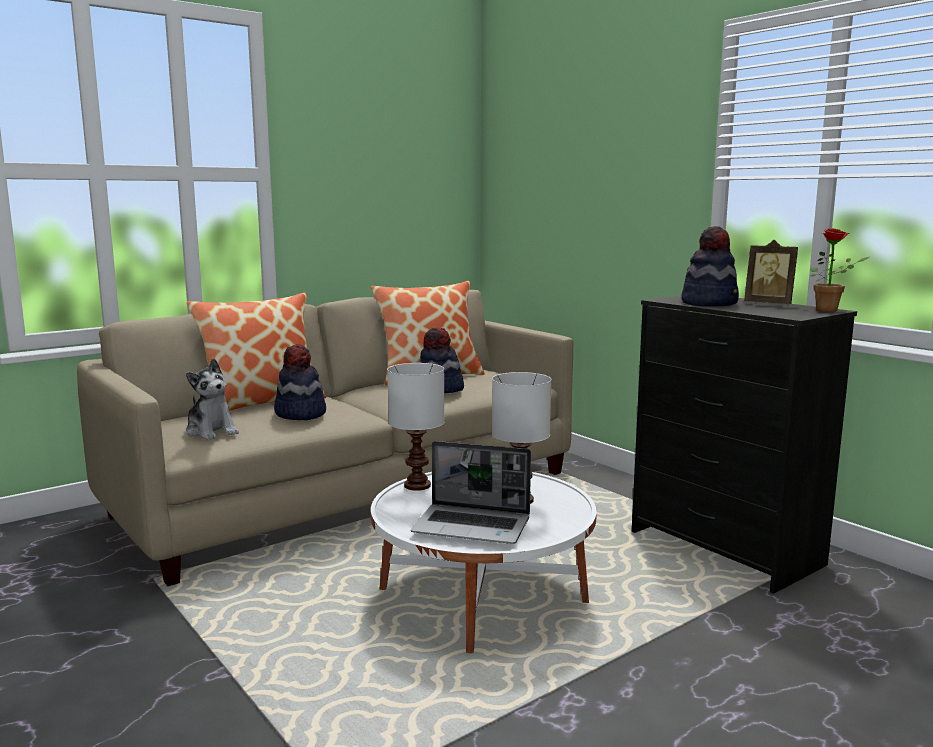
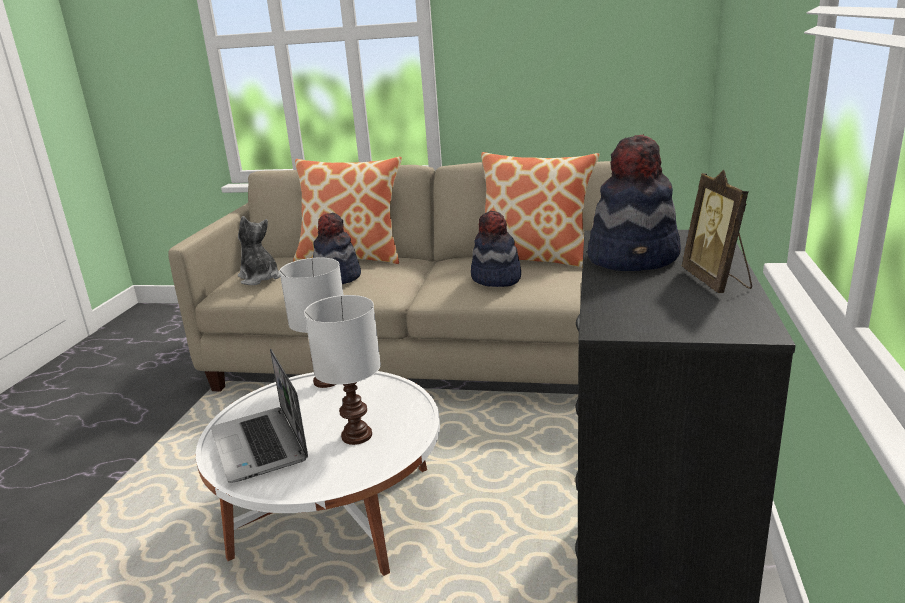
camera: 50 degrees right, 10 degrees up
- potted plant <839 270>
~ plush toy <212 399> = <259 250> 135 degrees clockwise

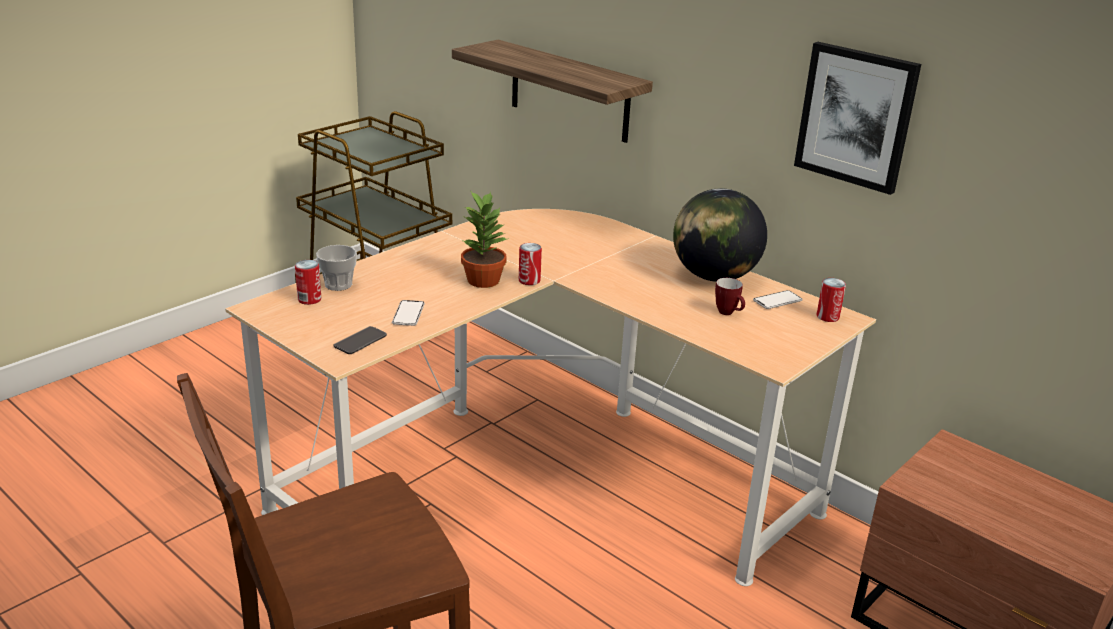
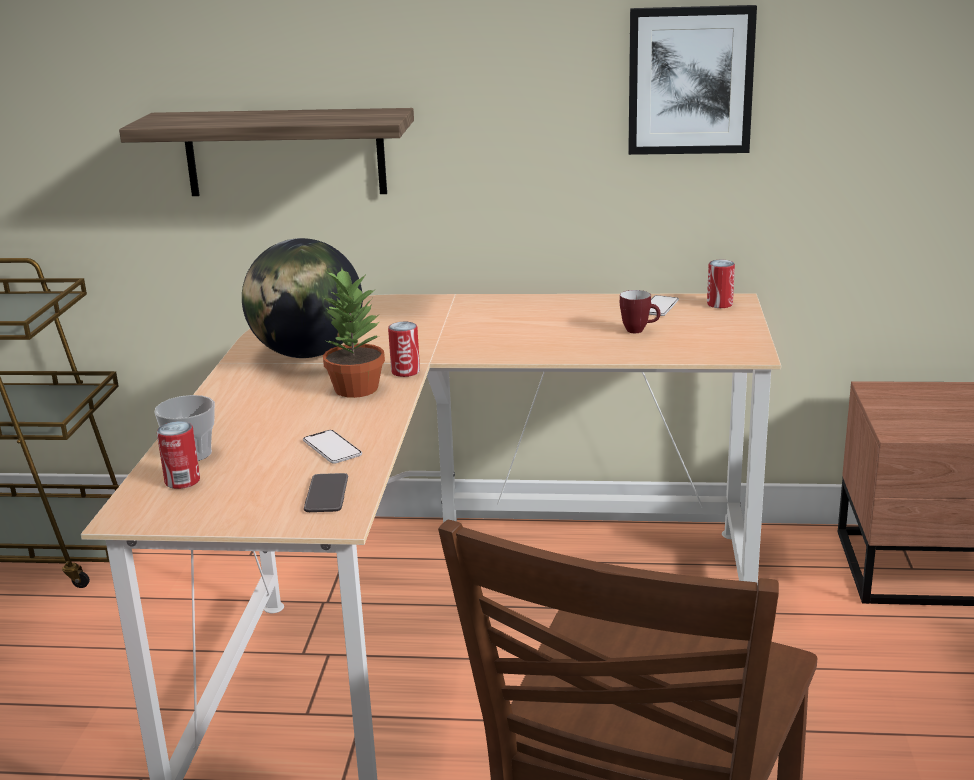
camera: 35 degrees left, 5 degrees down
~ globe <720 235> to <302 298>

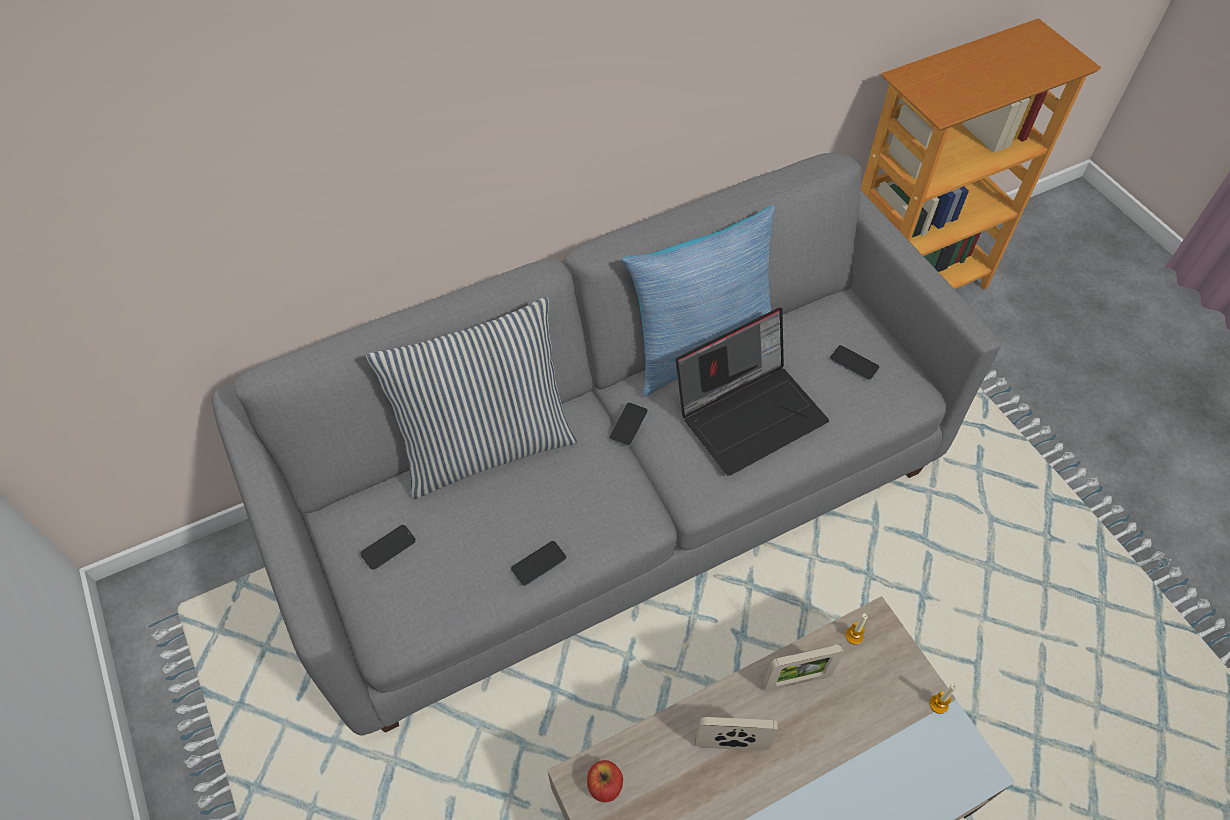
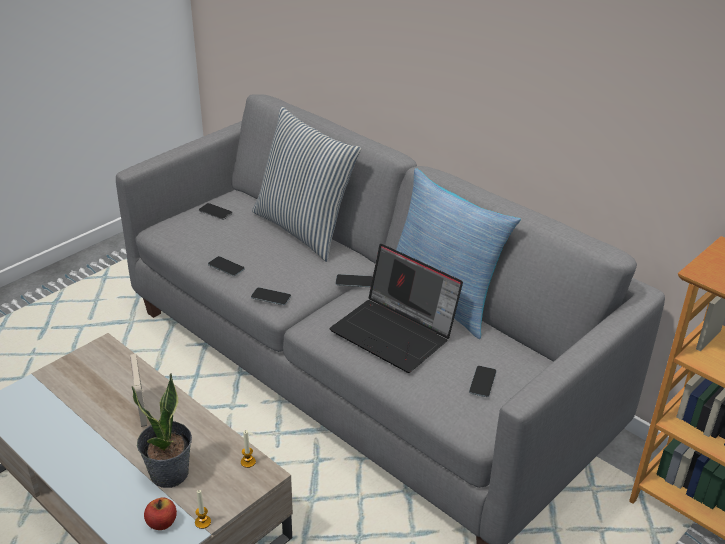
camera: 70 degrees right, 20 degrees down
- picture frame <803 667>
~ apple <605 781> to <160 513>
+ phone <271 296>
+ potted plant <162 430>

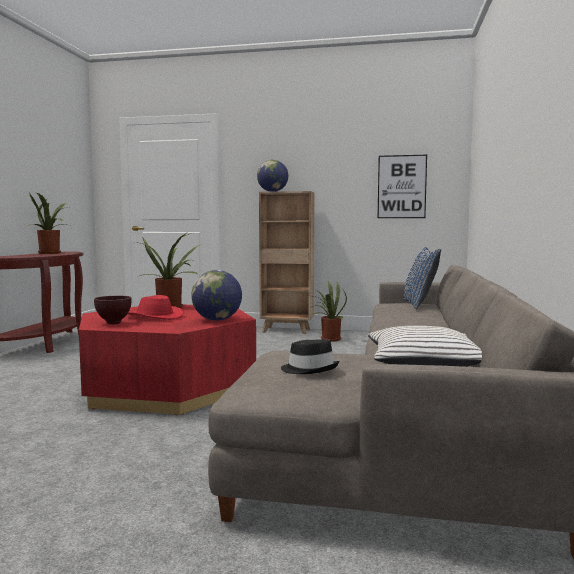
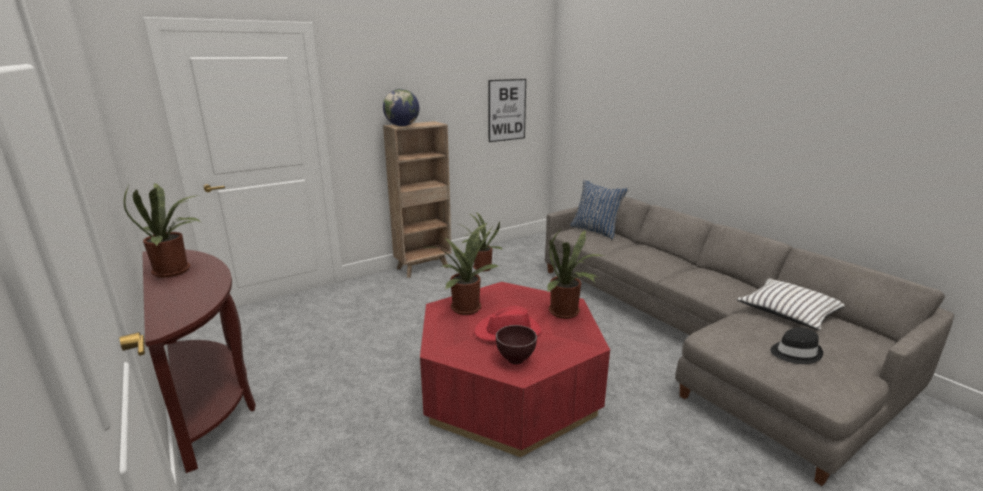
camera: 45 degrees left, 15 degrees up
~ globe <216 295> to potted plant <576 273>

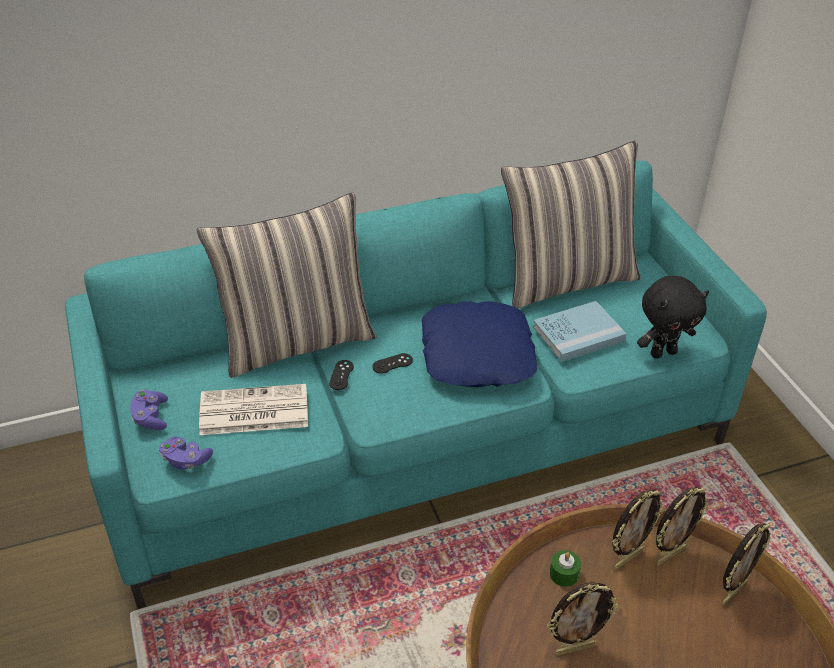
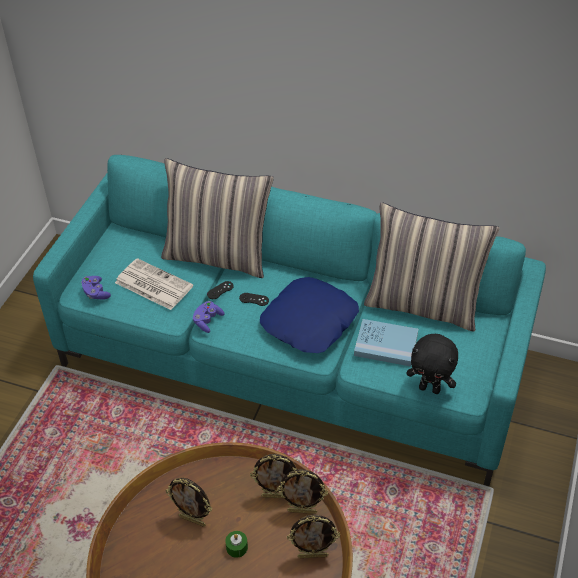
camera: 40 degrees right, 5 degrees up
~ game controller (purple) <149 409> to <208 317>
~ candle (green) <565 568> to <236 544>

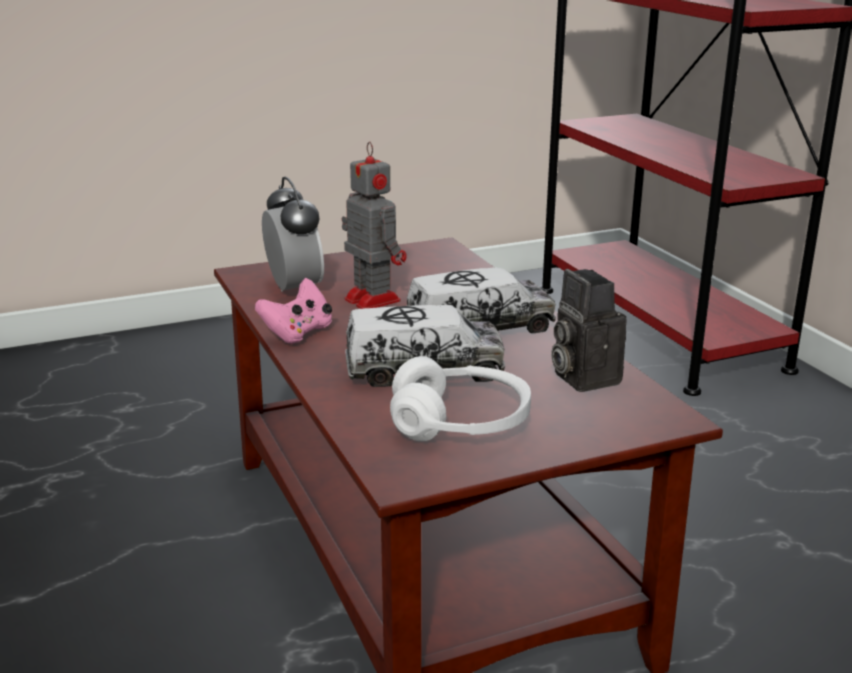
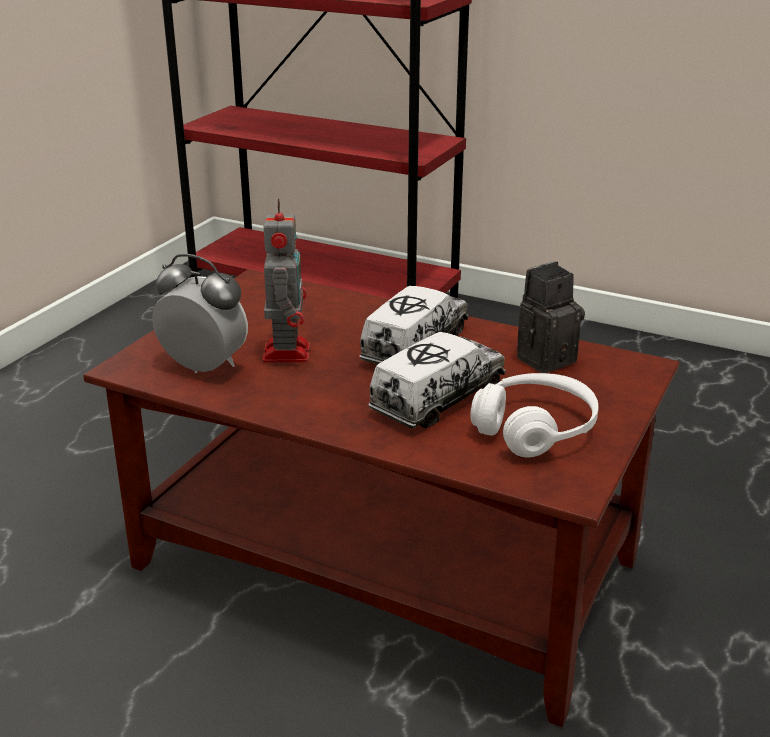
camera: 40 degrees left, 5 degrees up
~ toy robot <374 225> = <286 280> 75 degrees clockwise
~ photo camera <588 330> = <551 317> 120 degrees clockwise
- game controller (pink) <293 311>

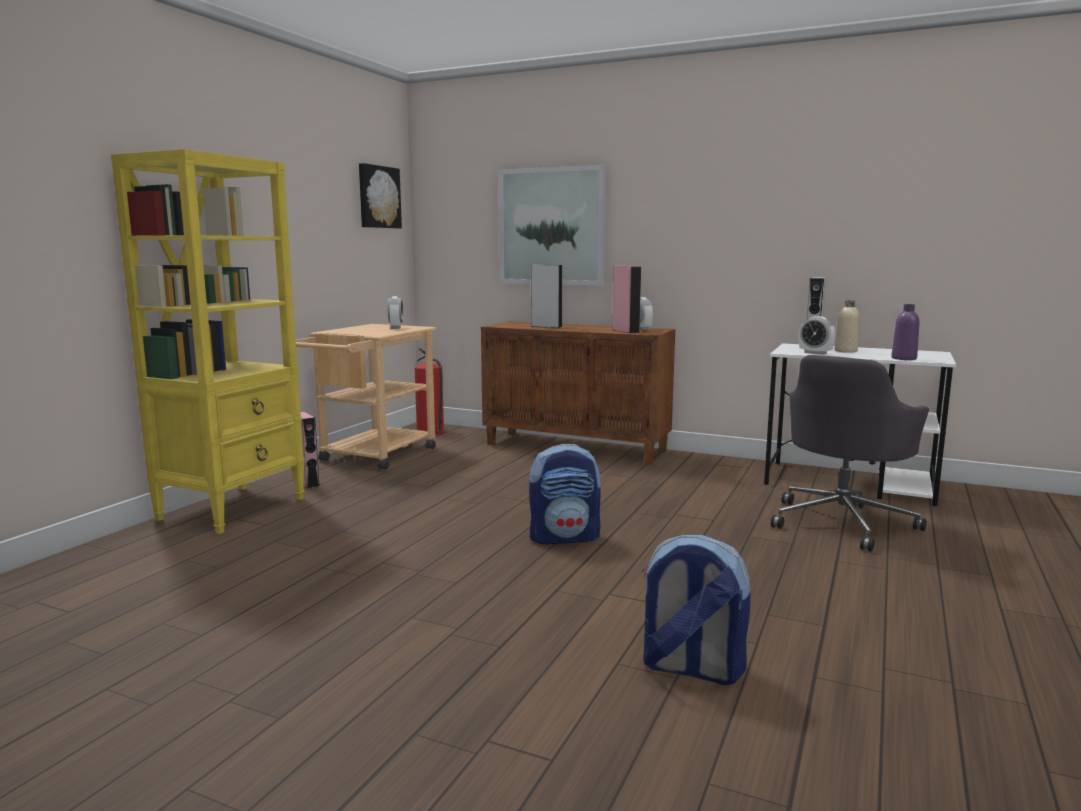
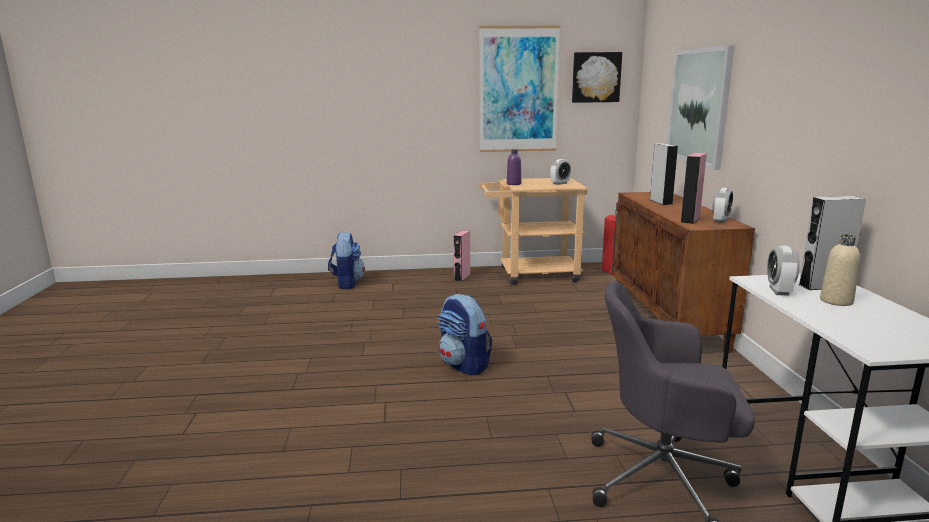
camera: 60 degrees right, 5 degrees up
- bookcase (yellow) <208 341>
~ bottle (purple) <905 332> to <514 167>
~ backpack <696 610> to <346 260>
+ picture <519 89>

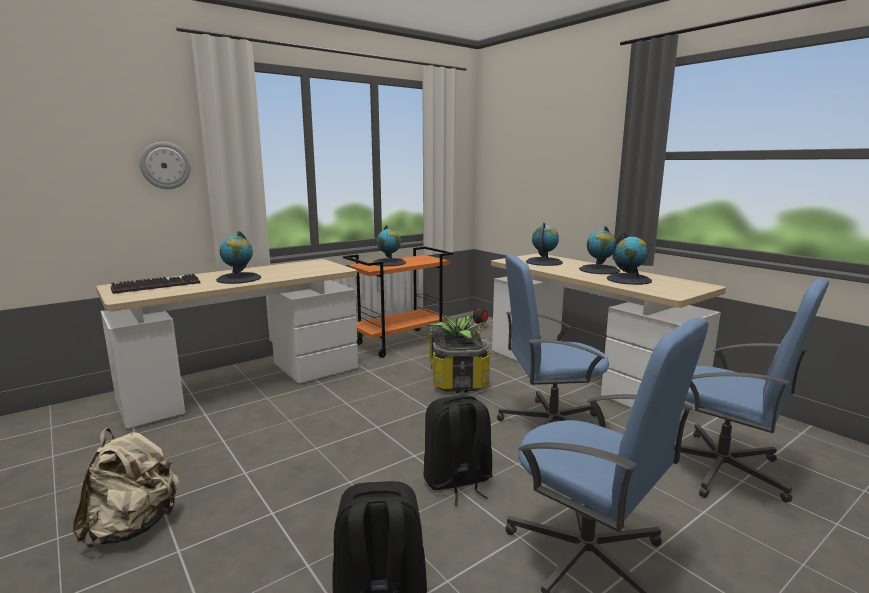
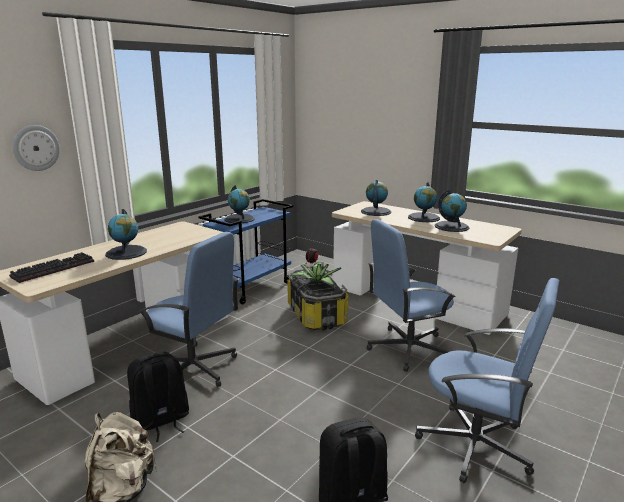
camera: 15 degrees left, 5 degrees up
~ cart (orange) <398 302> to cart (blue) <245 252>
~ office chair (blue) <751 390> to <189 309>
~ backpack (black) <458 450> to <158 397>

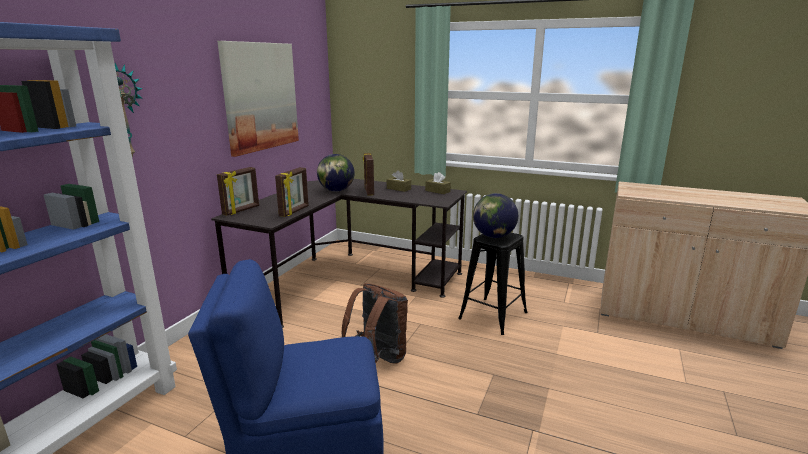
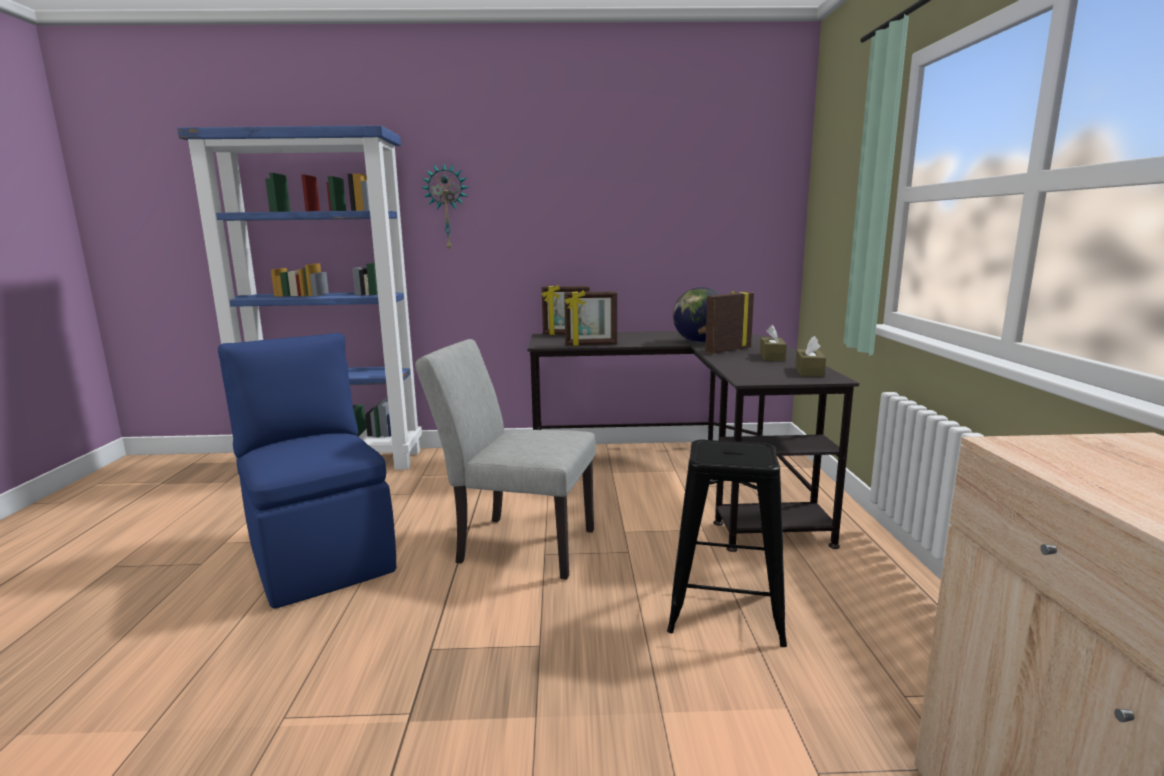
camera: 65 degrees right, 5 degrees down
- picture <258 99>
- globe <495 215>
~ backpack (brown) <375 323> to chair (grey) <505 459>

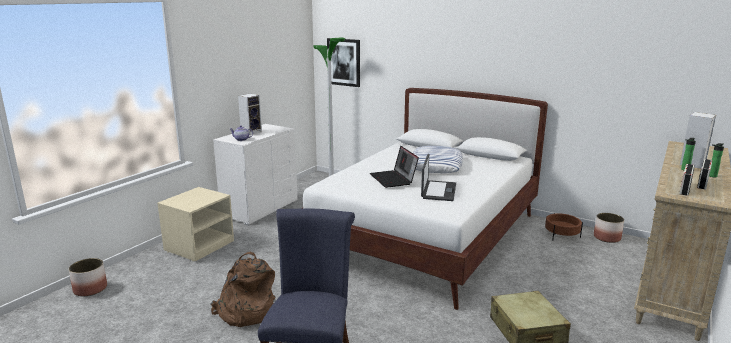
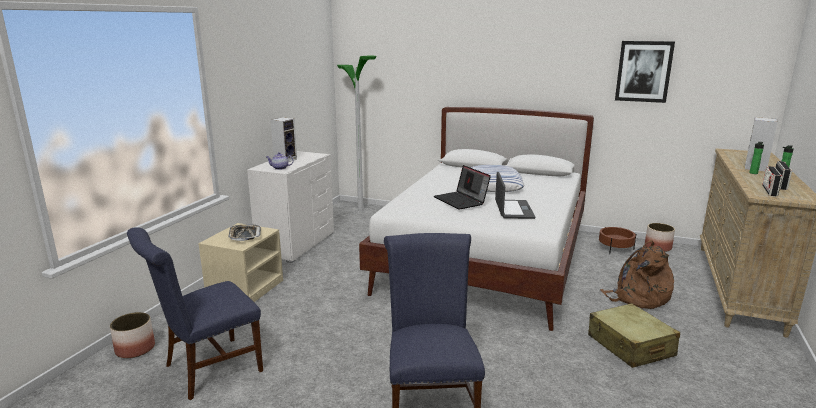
camera: 10 degrees left, 0 degrees up
~ picture <343 62> to <645 72>
~ backpack (brown) <242 289> to <637 274>
+ tray <245 232>
+ chair (blue) <195 313>

